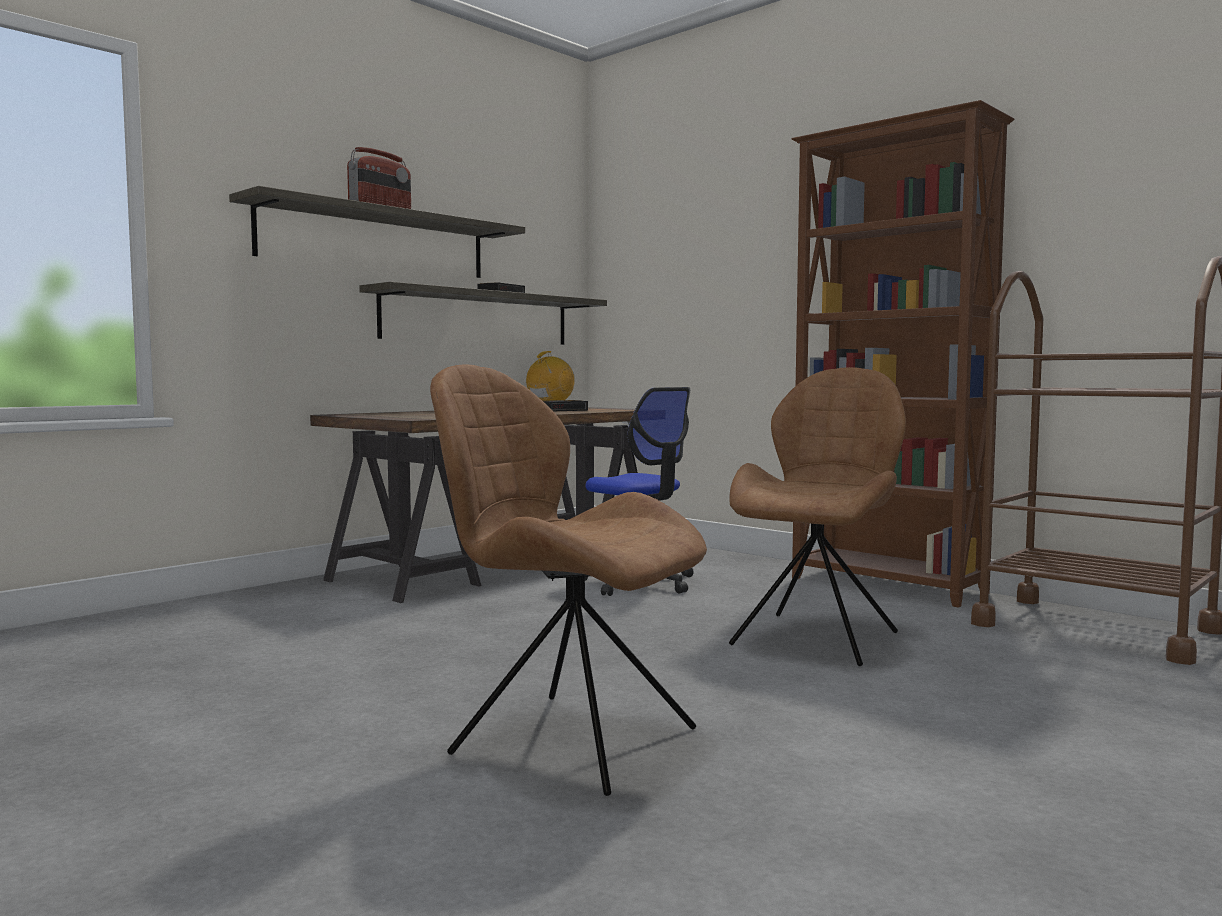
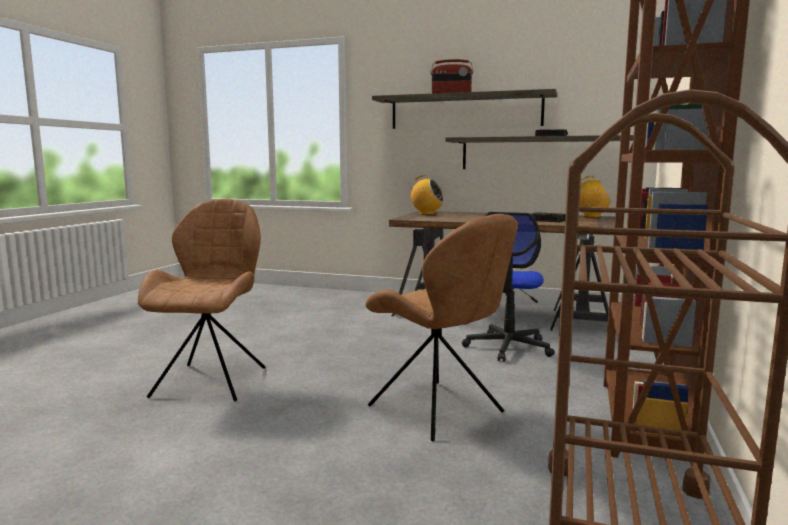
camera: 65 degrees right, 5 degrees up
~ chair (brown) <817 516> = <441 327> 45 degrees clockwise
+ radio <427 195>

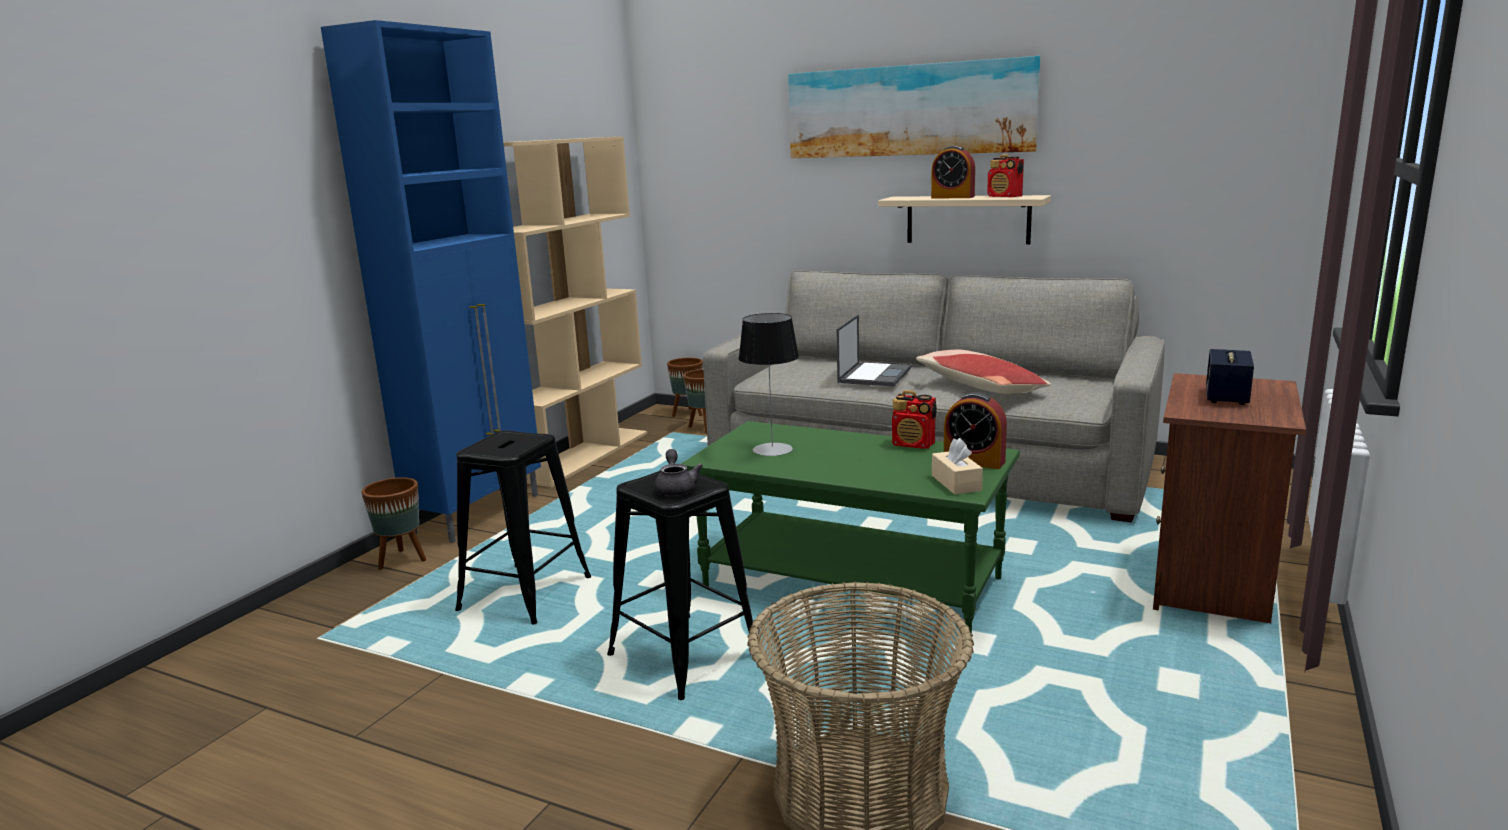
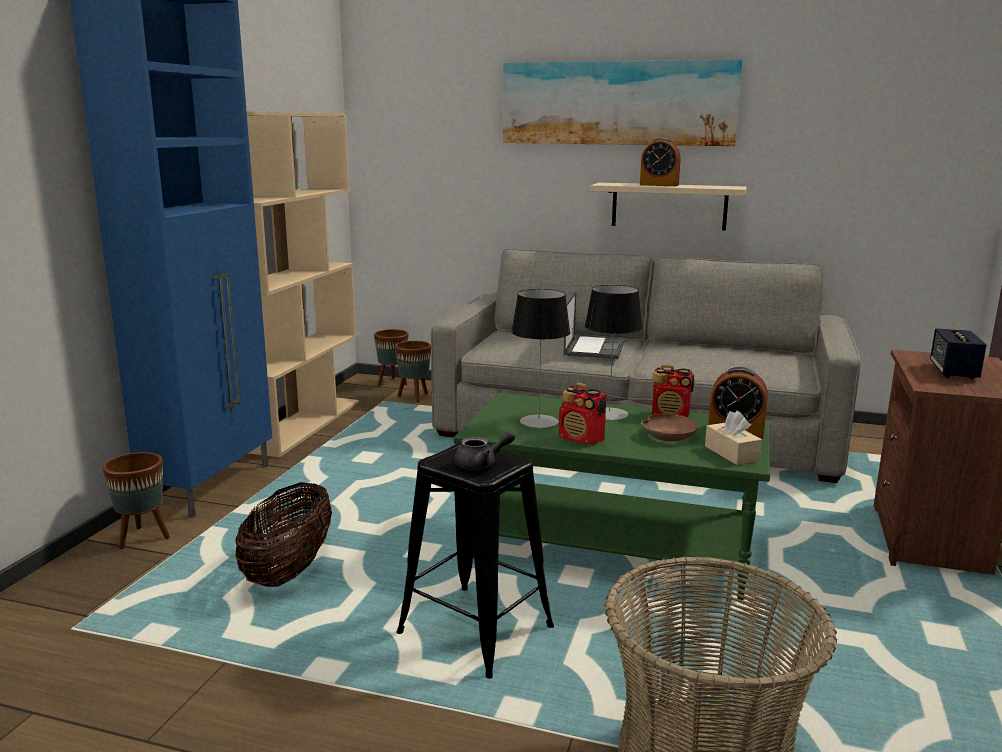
camera: 10 degrees left, 0 degrees up
~ radio <1005 176> to <583 414>
- pillow <983 372>
~ stool (black) <523 527> to basket <283 534>
~ teapot (grey) <679 472> = <484 450> 90 degrees clockwise
+ table lamp <613 352>
+ bowl (brown) <669 428>

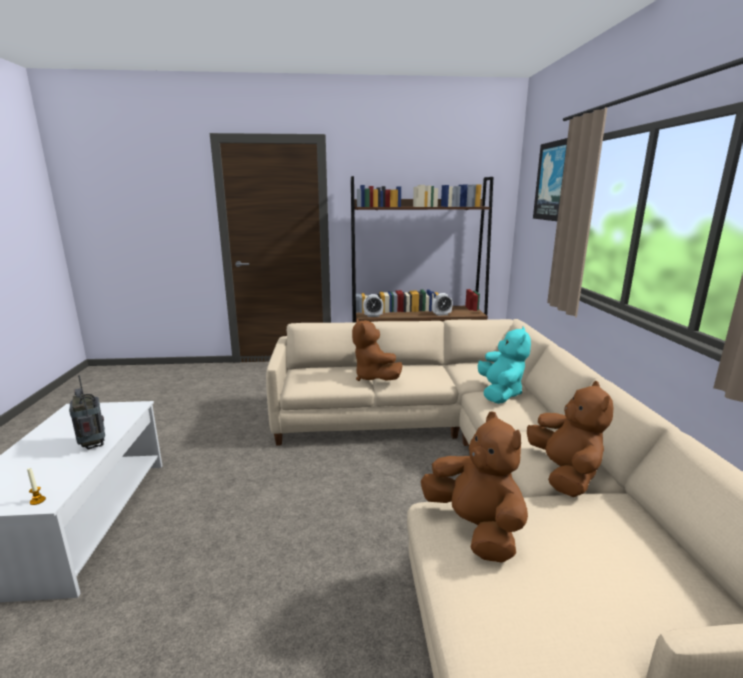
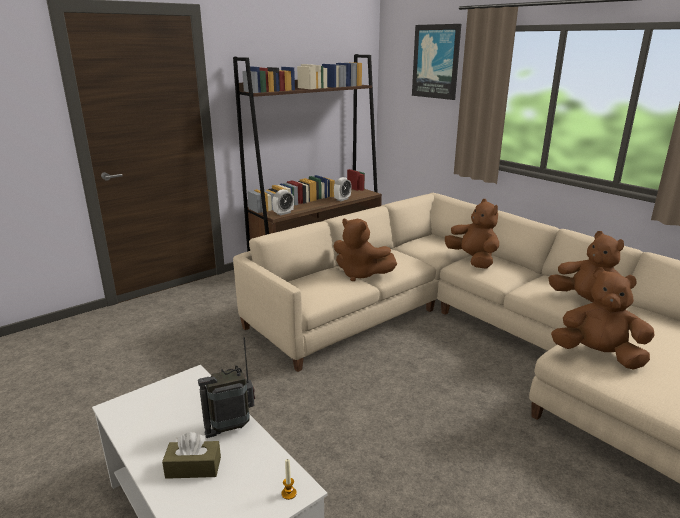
camera: 35 degrees left, 5 degrees up
~ plush toy (turquoise) <504 365> to plush toy (brown) <472 234>
~ radio <87 412> = <226 387> 45 degrees counterclockwise
+ tissue box (brown) <191 455>

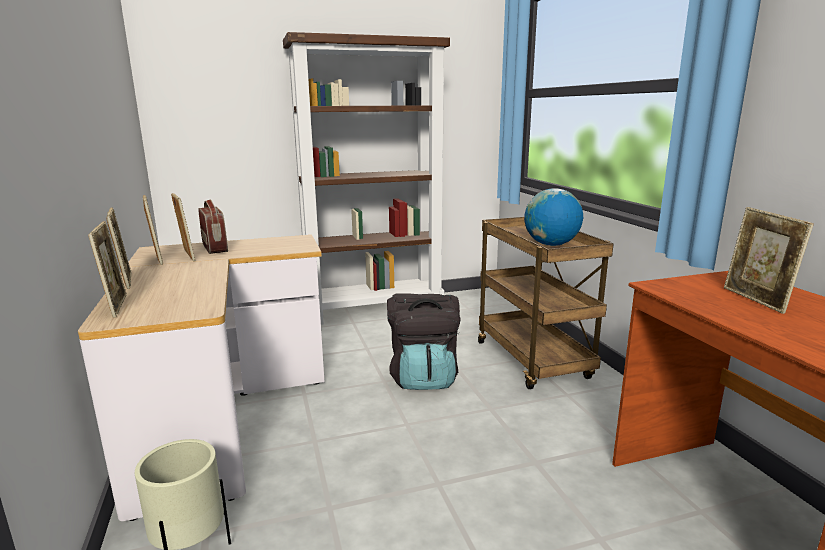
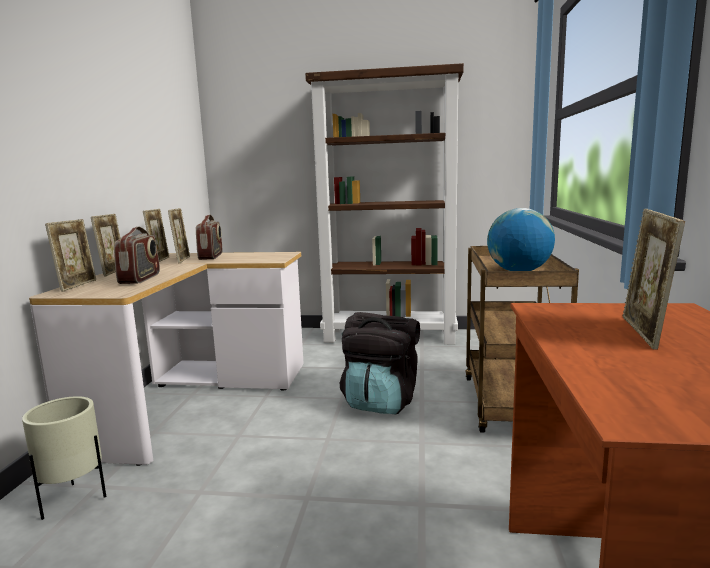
camera: 25 degrees right, 5 degrees down
+ radio <137 255>

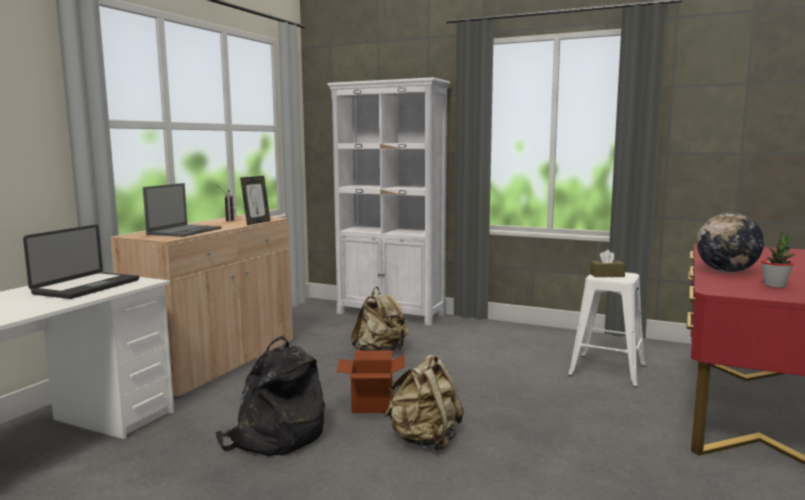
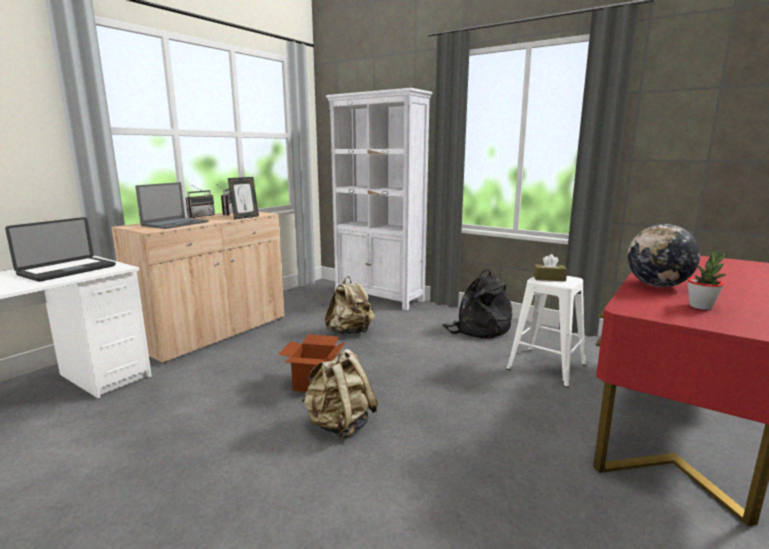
camera: 10 degrees right, 5 degrees up
~ backpack (black) <270 396> to <477 304>
+ radio <200 201>

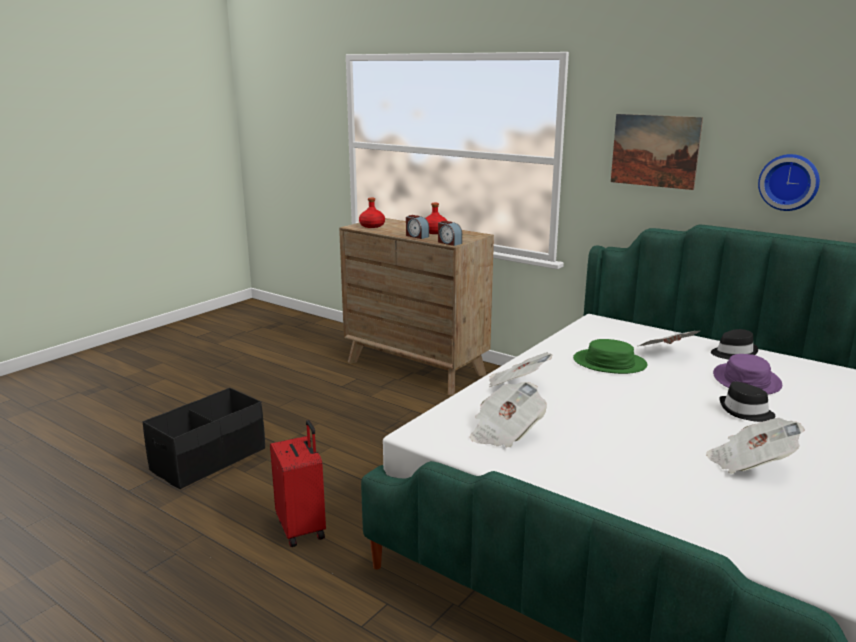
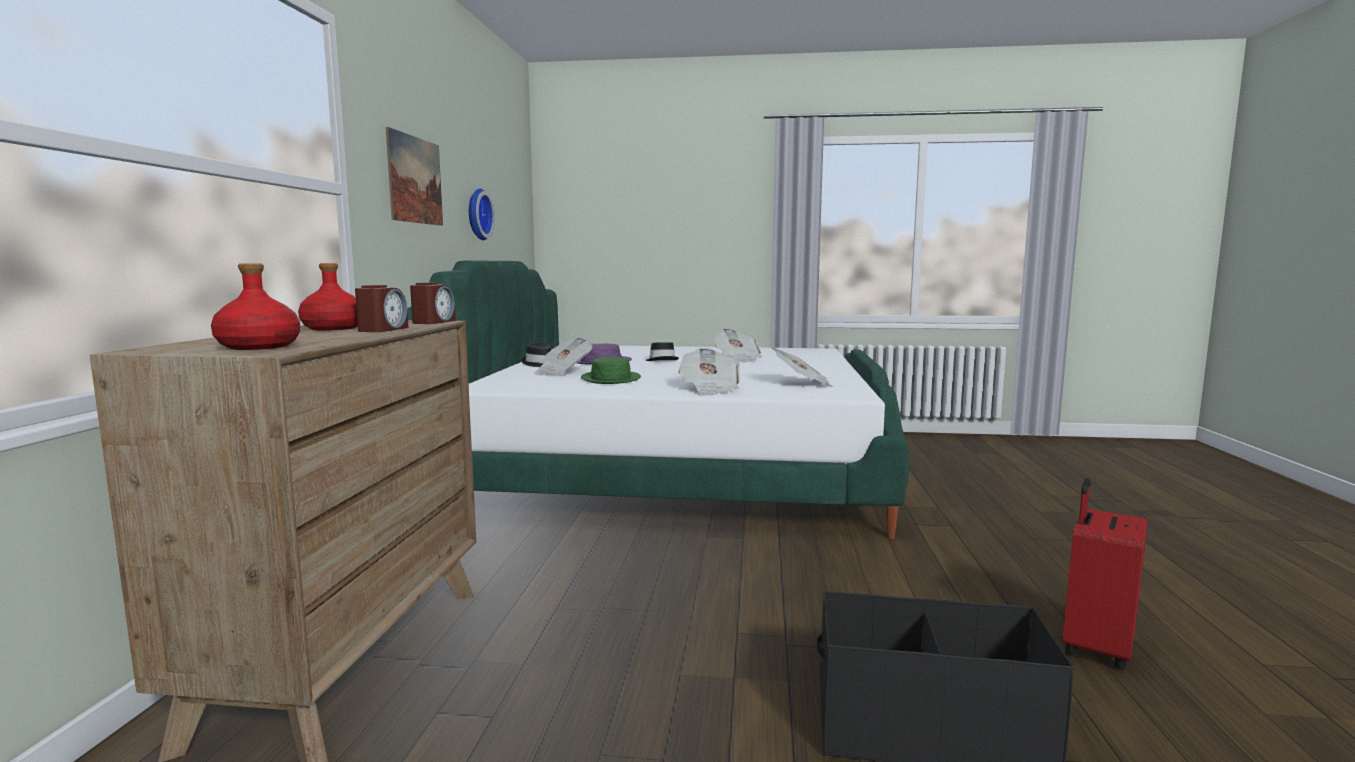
camera: 120 degrees left, 10 degrees down
~ suitcase (red) <298 483> to <1105 574>

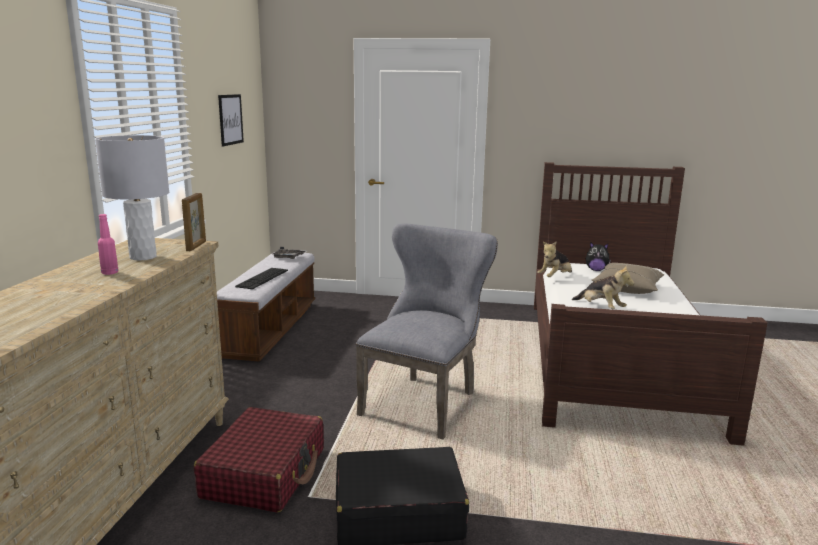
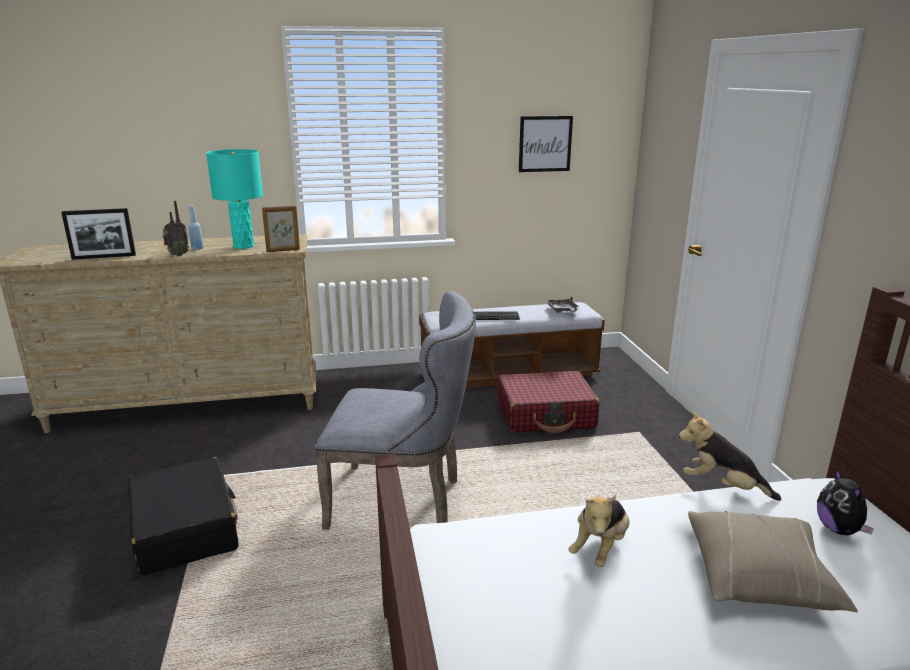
camera: 70 degrees right, 5 degrees up
~ table lamp (grey) <132 197> to table lamp (turquoise) <234 199>
~ bottle (pink) <108 244> to bottle (blue) <195 227>
~ suitcase (red) <259 460> to <549 402>
+ radio <176 228>
+ picture frame <98 234>

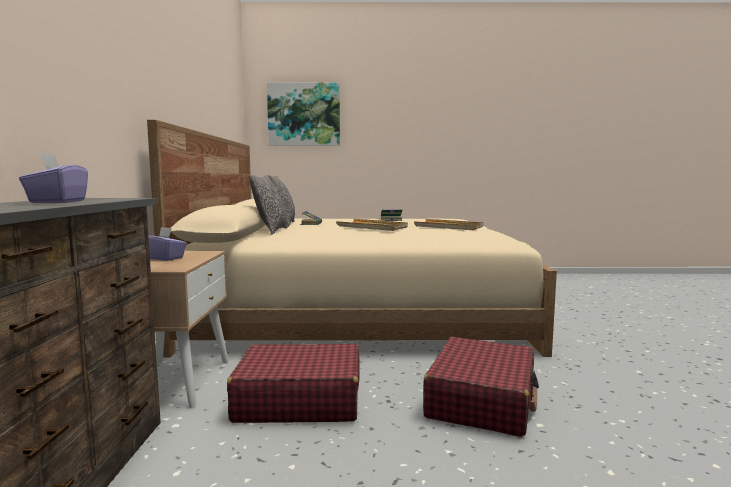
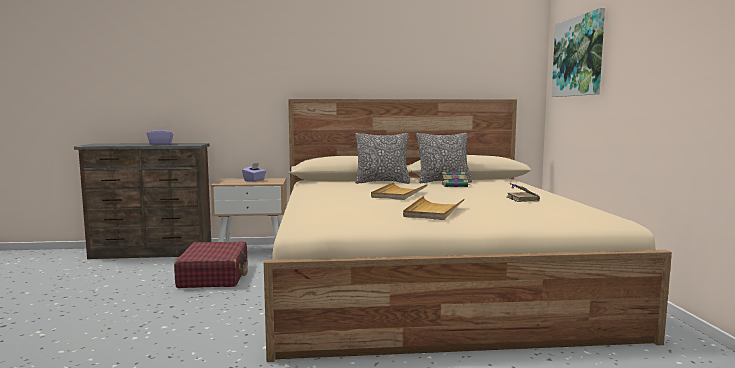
camera: 85 degrees right, 0 degrees up
- suitcase (red) <481 387>

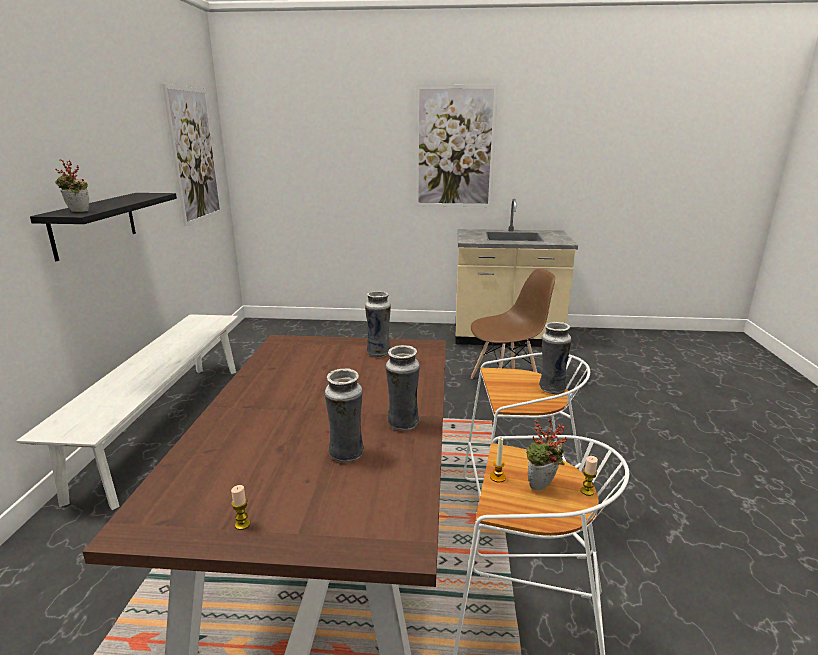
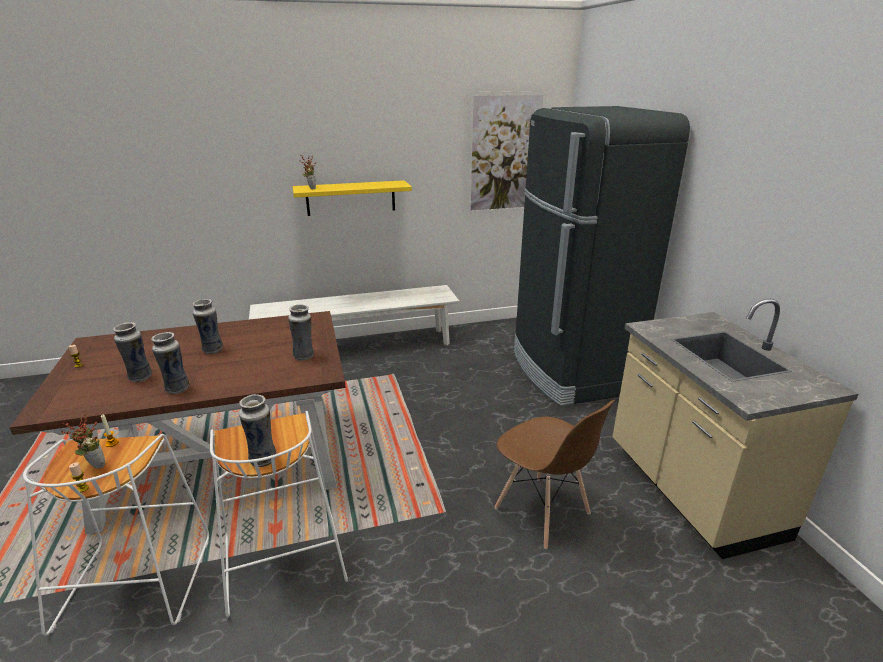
camera: 70 degrees right, 5 degrees up
- picture <456 146>
~ shelf (black) <103 227> to shelf (yellow) <352 198>
+ fridge (black) <602 256>
+ vase <207 326>

